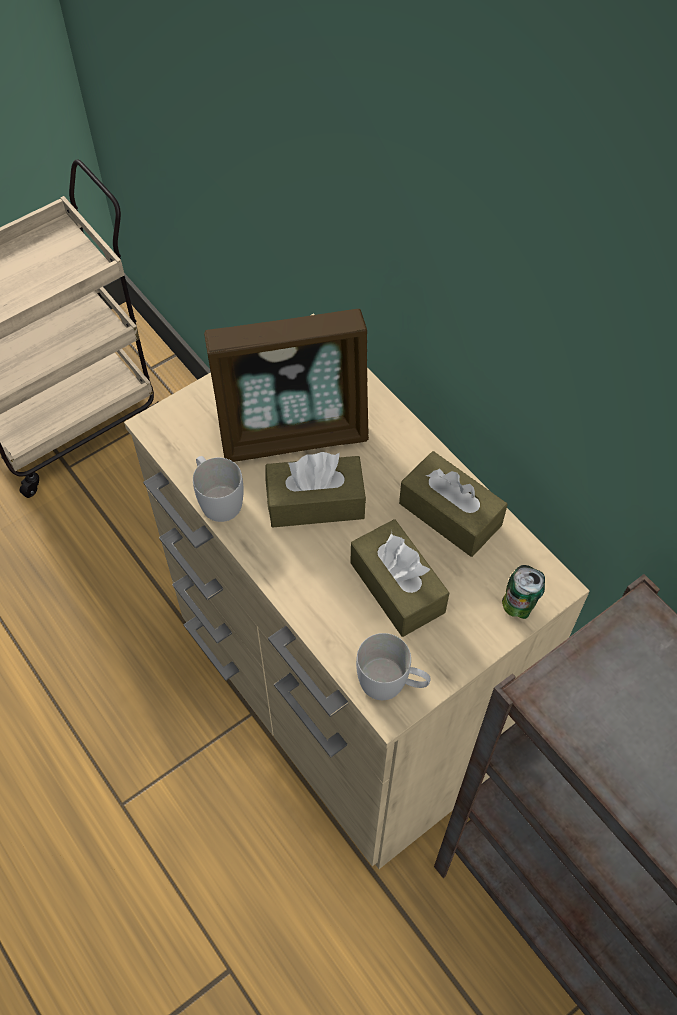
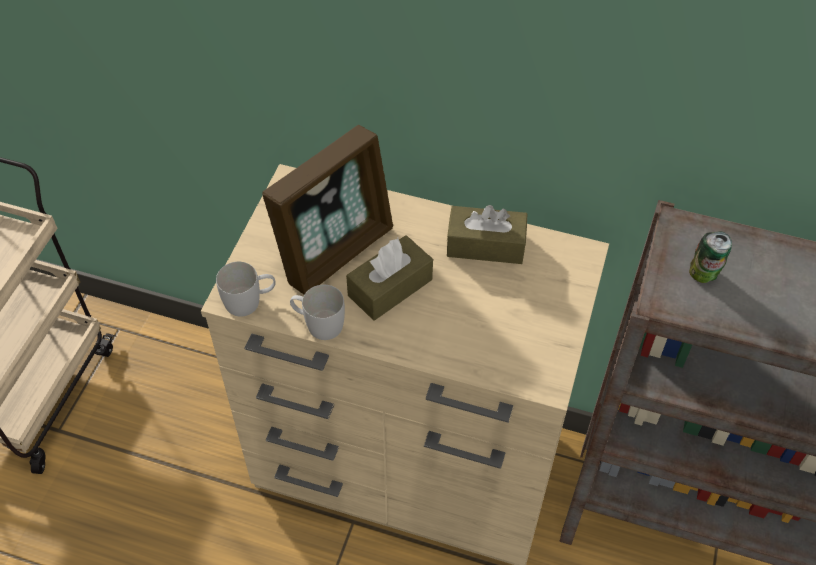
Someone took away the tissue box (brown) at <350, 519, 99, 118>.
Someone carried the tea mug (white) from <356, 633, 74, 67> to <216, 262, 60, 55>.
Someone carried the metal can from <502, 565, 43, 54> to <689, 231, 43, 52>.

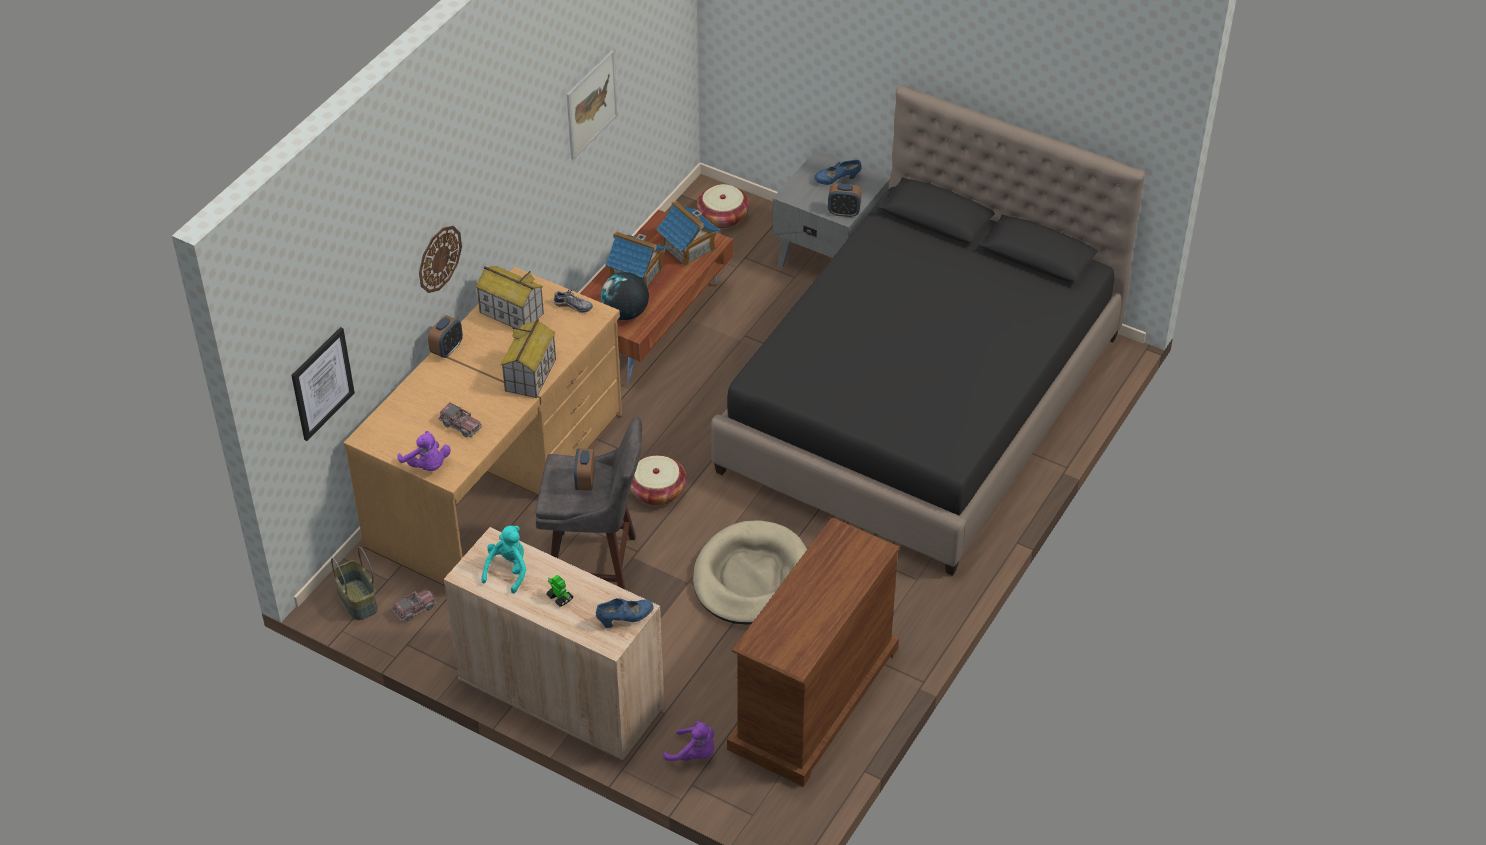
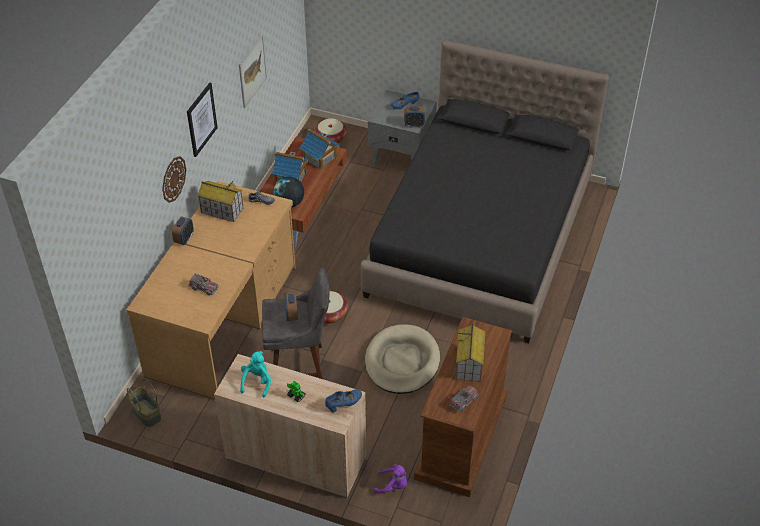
Someone took away the plush toy (purplish) at <398, 431, 53, 40>.
Someone carried the wall art from <291, 327, 64, 114> to <187, 83, 31, 74>.
Someone carried the toy lorry from <392, 590, 44, 32> to <449, 386, 29, 26>.
Someone carried the model house from <501, 319, 55, 79> to <455, 324, 30, 58>.

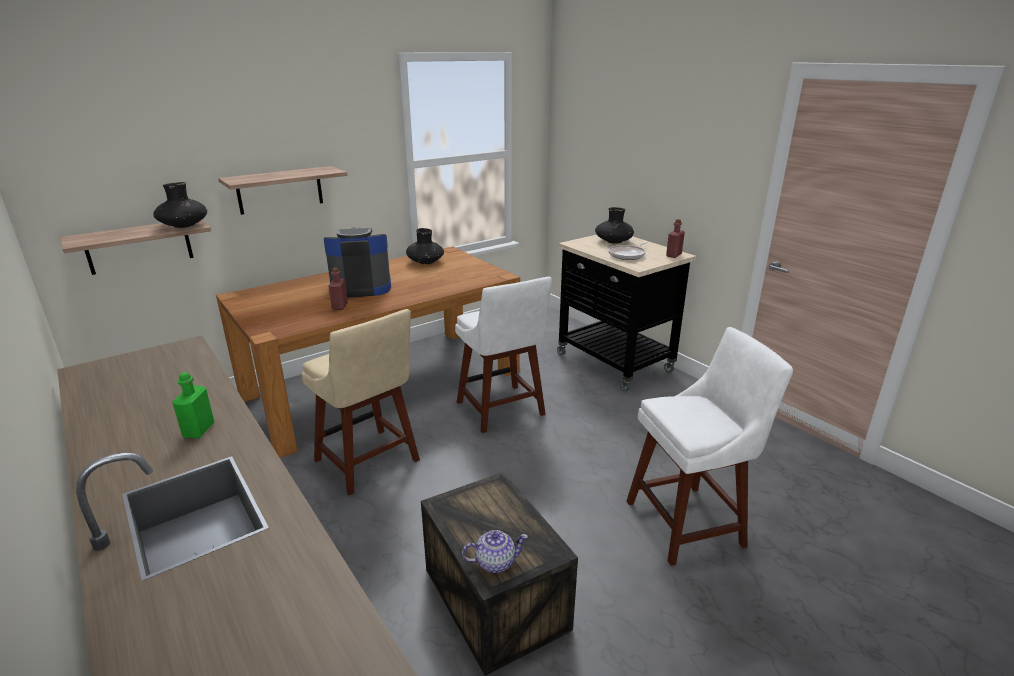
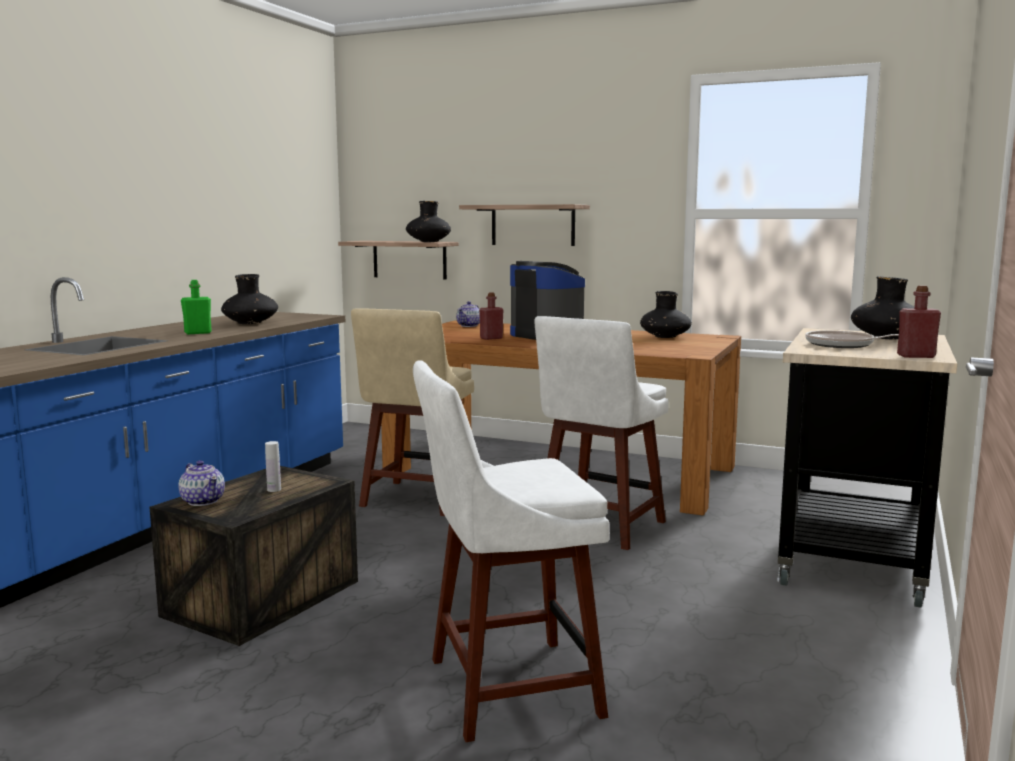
Someone put down the flower vase (black) at <221, 274, 57, 50>.
Someone put down the beverage bottle (white) at <265, 441, 16, 51>.
Someone put down the tea pot at <456, 301, 24, 26>.
Someone rotated the upright chair (white) at <626, 327, 167, 239> by 120 degrees clockwise.

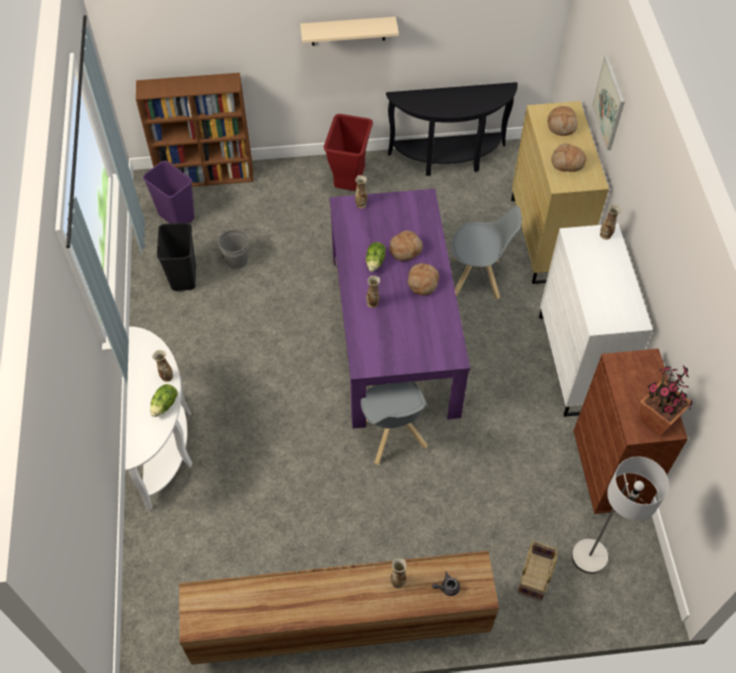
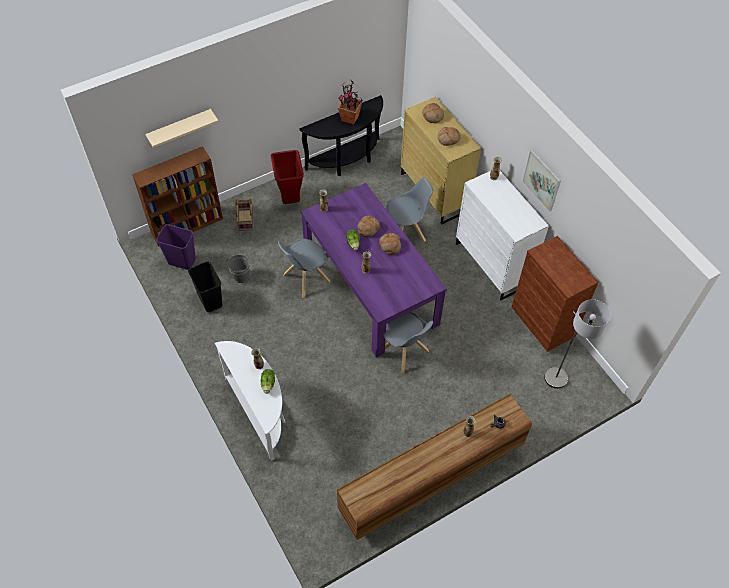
Someone put down the upright chair (grey) at <278, 239, 52, 59>.
Someone carried the shelf (beige) from <300, 17, 99, 29> to <146, 109, 73, 39>.
Someone carried the storage basket from <518, 541, 40, 60> to <235, 198, 18, 33>.
Someone carried the wall art from <592, 56, 33, 94> to <522, 150, 39, 62>.
Someone carried the plant in a pot from <640, 365, 53, 71> to <338, 80, 25, 45>.

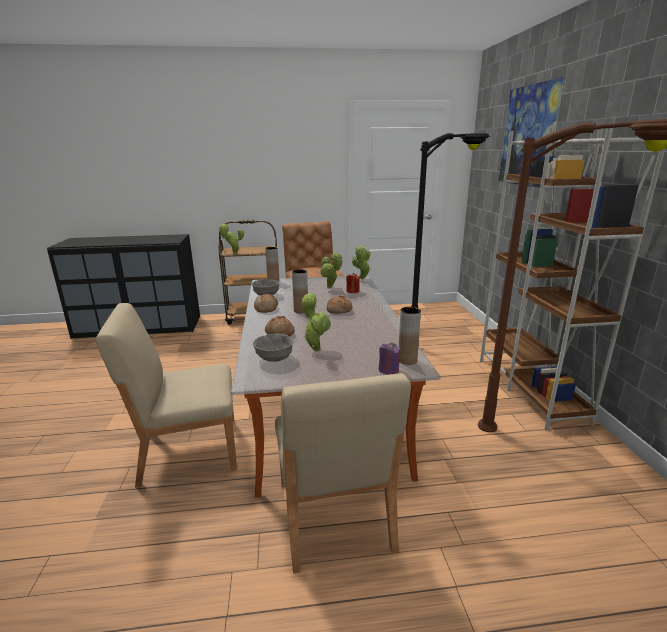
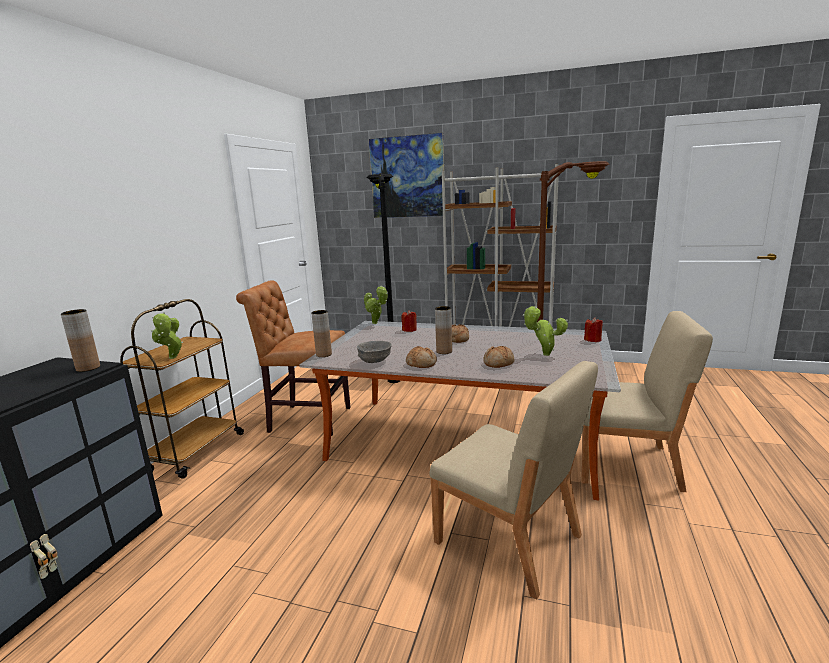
Someone took away the bowl (grey) at <253, 333, 40, 29>.
Someone took away the plant in a pot at <320, 252, 23, 37>.
Someone carried the flower vase (brown) from <399, 307, 22, 58> to <61, 309, 39, 63>.
Someone repainted the candle (purplish) at <379, 343, 22, 32>, which became the candle (red-coloured) at <584, 317, 19, 25>.
Someone rotated the upright chair (beige) at <96, 303, 141, 185> by 60 degrees counterclockwise.

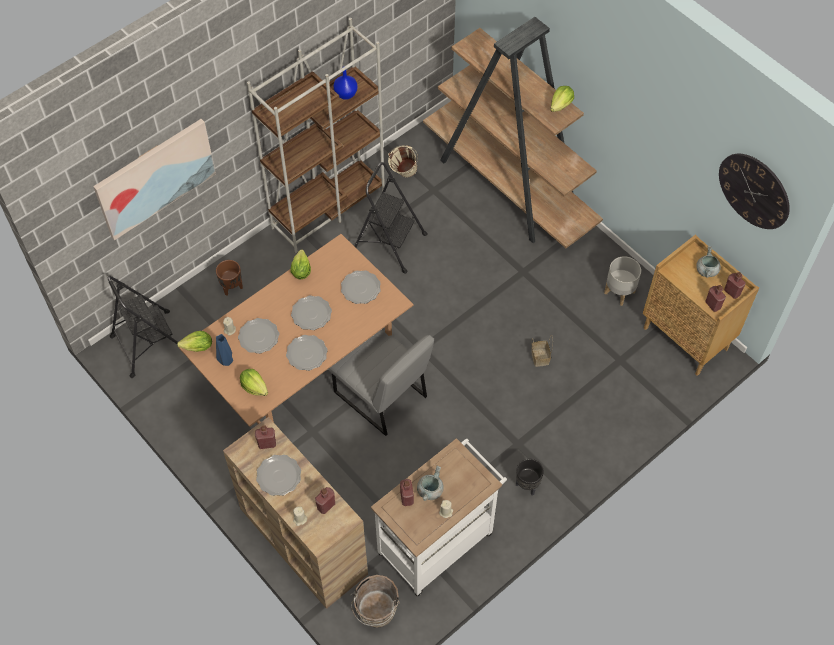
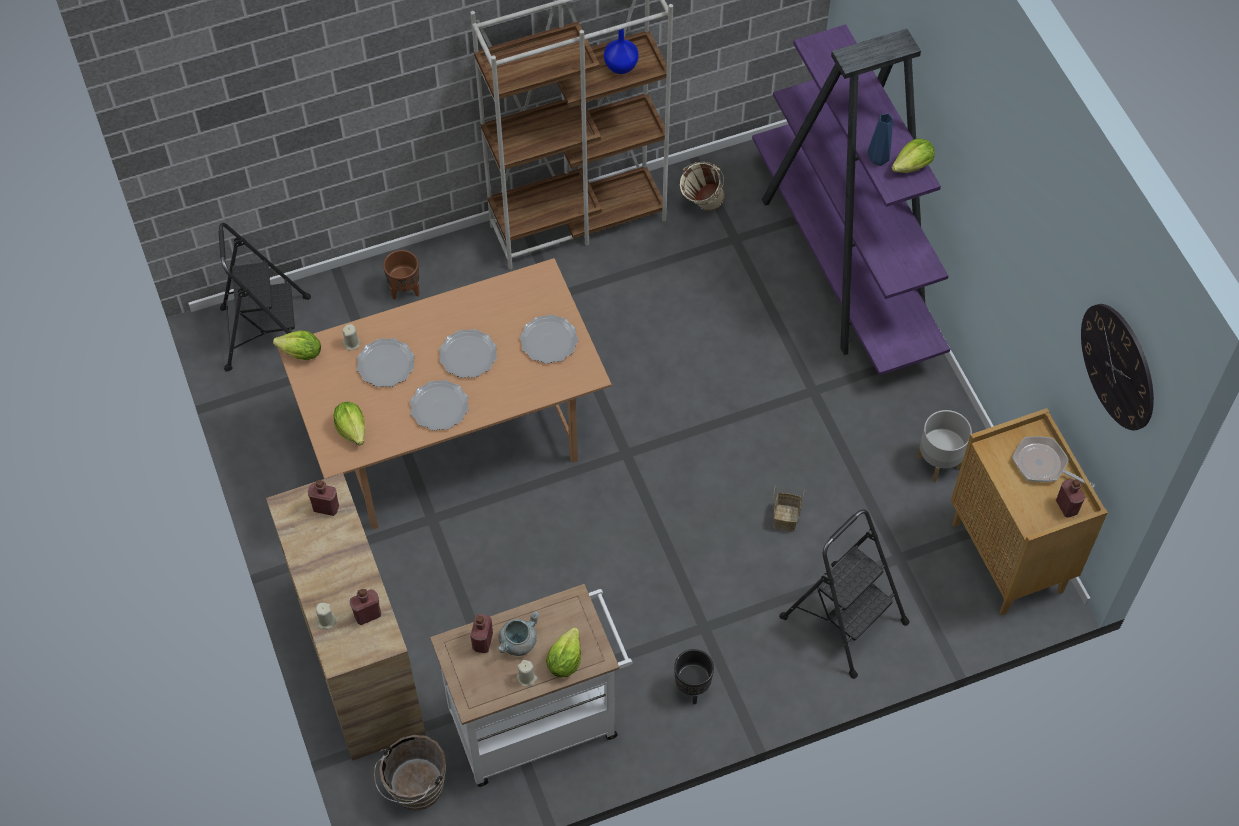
Someone took away the wall art at <93, 119, 123, 121>.
Someone took away the flat dish at <256, 455, 45, 41>.
Someone took away the upright chair (grey) at <329, 329, 105, 107>.
Someone took away the beverage bottle (red-coloured) at <705, 285, 21, 27>.
Someone carried the flower vase (blue-coloured) from <216, 334, 17, 32> to <867, 114, 26, 52>.
Someone carried the lettuce head from <290, 249, 21, 30> to <546, 627, 35, 50>.
Someone carried the stepladder (black) from <354, 162, 73, 112> to <779, 509, 131, 170>.
Someone swapped the stockpot (grey) at <696, 246, 25, 32> for the pan at <1012, 437, 83, 51>.
Someone repainted the bookcase (brown) at <423, 17, 180, 231>, which became the bookcase (purplish) at <752, 24, 198, 351>.

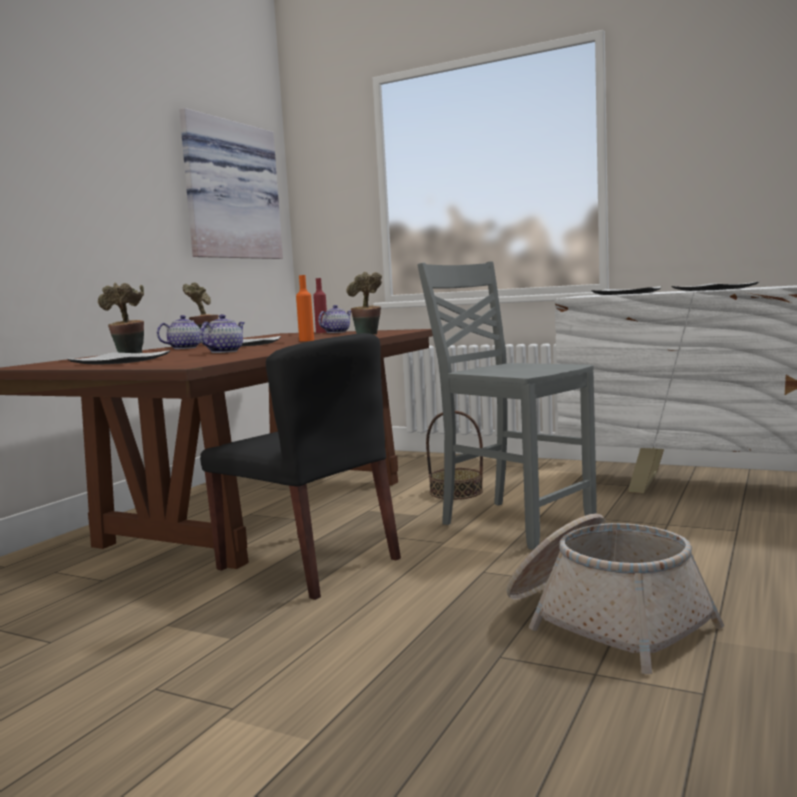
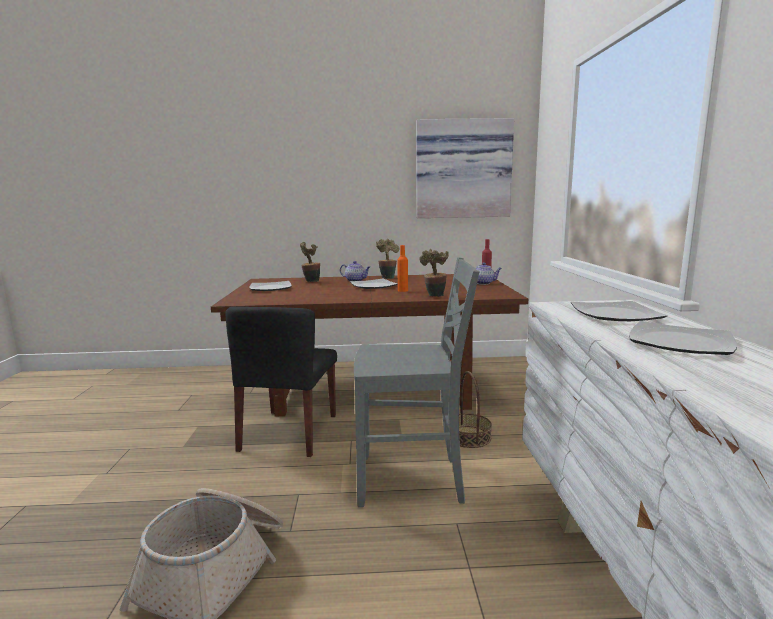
Someone took away the tea pot at <199, 314, 46, 39>.
Someone rotated the upright chair (grey) at <417, 262, 180, 288> by 75 degrees clockwise.

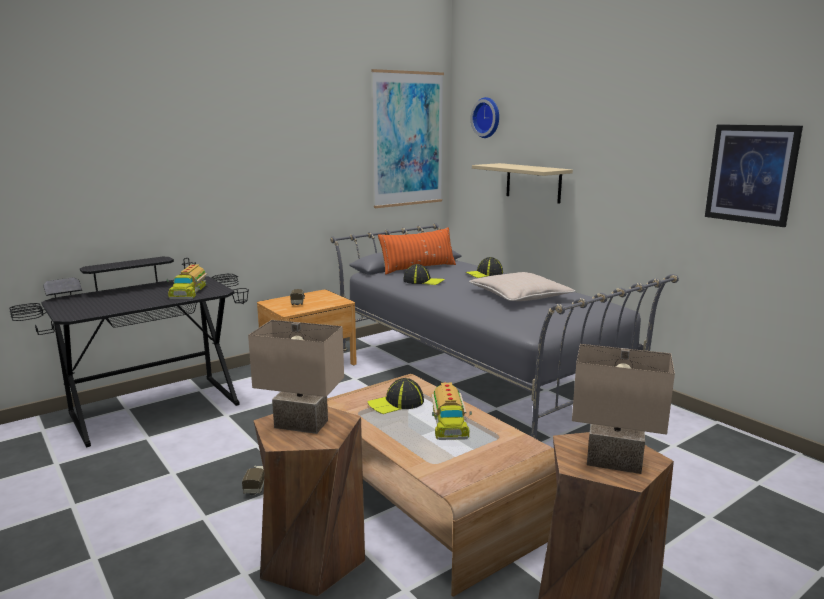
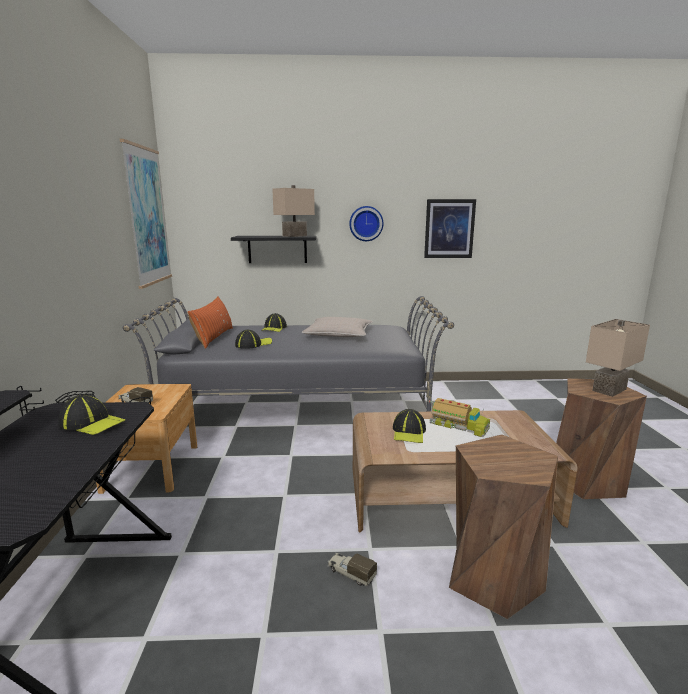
Someone carried the tabletop lamp (beige) from <248, 320, 96, 114> to <272, 185, 43, 52>.
Someone carried the clock on the wall from <471, 97, 28, 41> to <349, 206, 35, 35>.
Someone swapped the toy lorry at <167, 265, 40, 34> for the baseball cap at <58, 395, 67, 40>.
Someone repainted the shelf (beige) at <472, 163, 101, 41>, which became the shelf (black) at <231, 236, 86, 27>.

